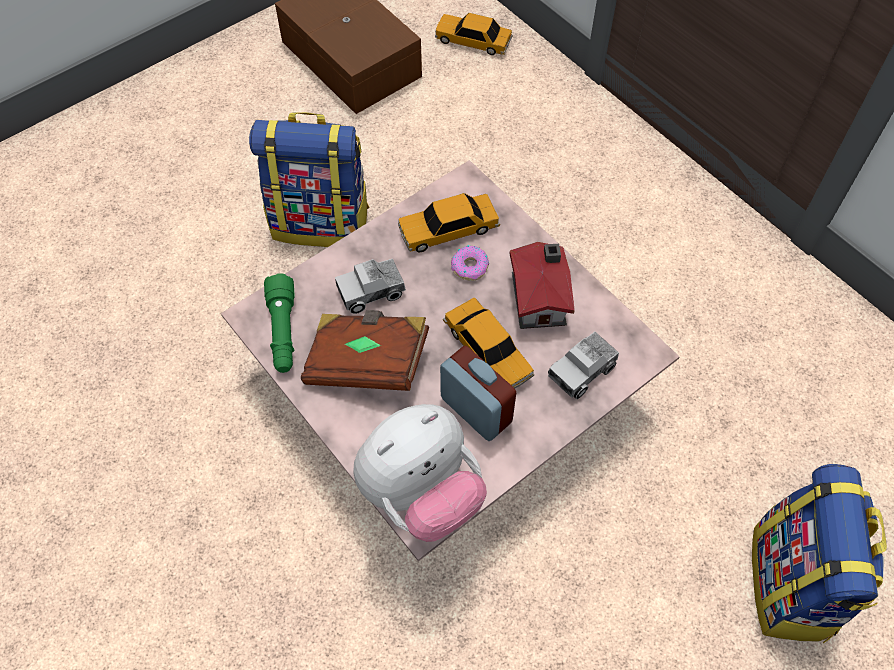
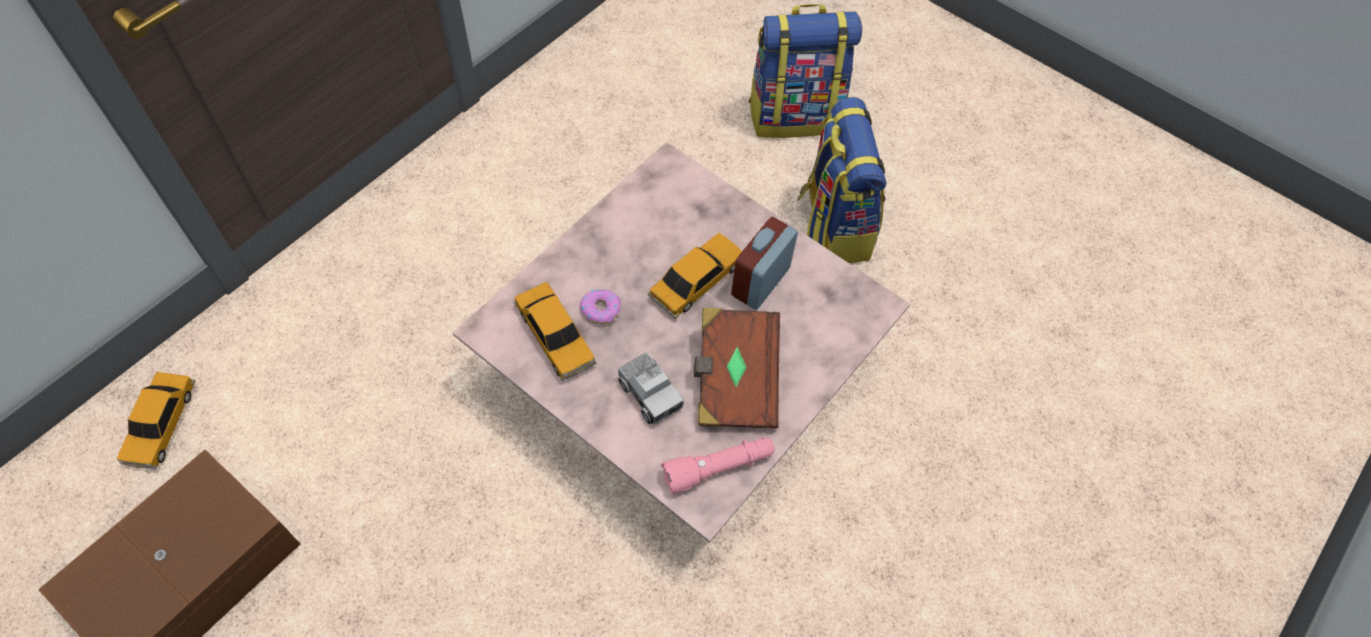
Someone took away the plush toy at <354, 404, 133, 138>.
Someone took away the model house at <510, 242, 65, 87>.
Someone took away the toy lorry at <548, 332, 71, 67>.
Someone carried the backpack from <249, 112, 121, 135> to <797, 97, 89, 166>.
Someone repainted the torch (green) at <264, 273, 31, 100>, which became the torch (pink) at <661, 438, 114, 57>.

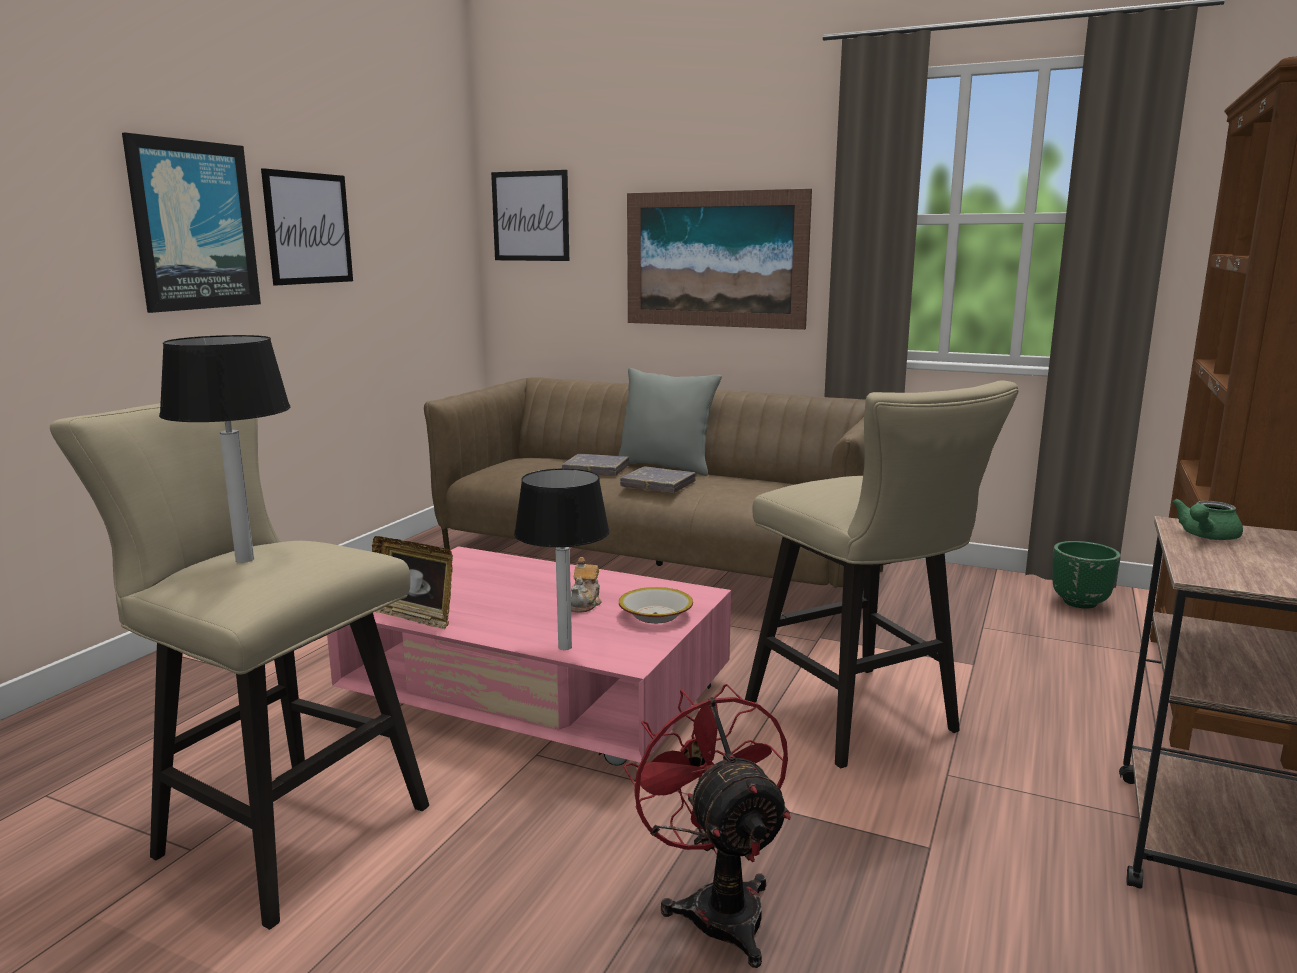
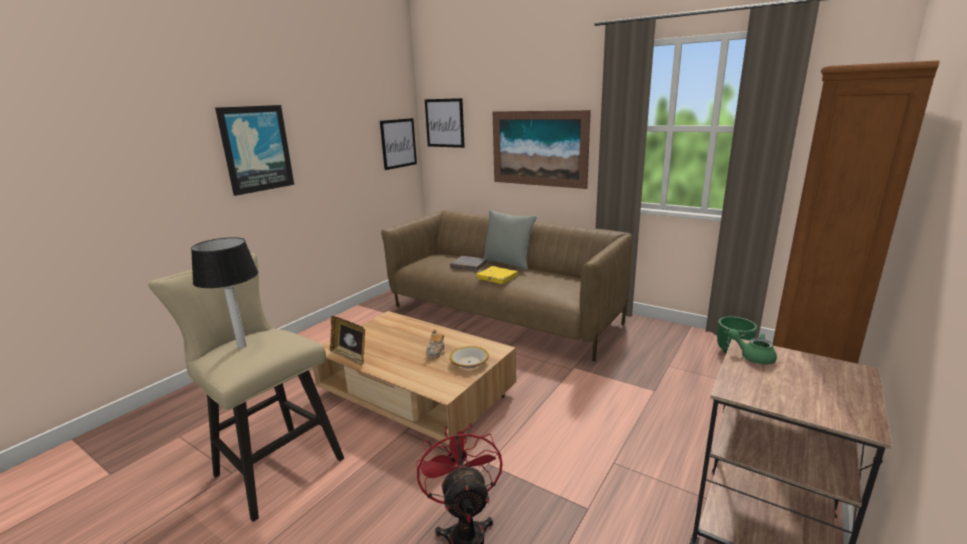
Someone took away the tabletop lamp at <514, 468, 96, 182>.
Someone took away the sitting stool (beige) at <745, 380, 273, 388>.
Someone carried the wall art from <261, 168, 92, 117> to <380, 118, 37, 52>.
Someone repainted the low table (pink) at <327, 546, 404, 220>, which became the low table (brown) at <313, 311, 203, 134>.
Someone repainted the volume (grey) at <620, 466, 76, 27>, which became the volume (yellowish) at <476, 266, 42, 18>.
Someone rotated the tea pot (green) at <1172, 499, 71, 41> by 75 degrees clockwise.

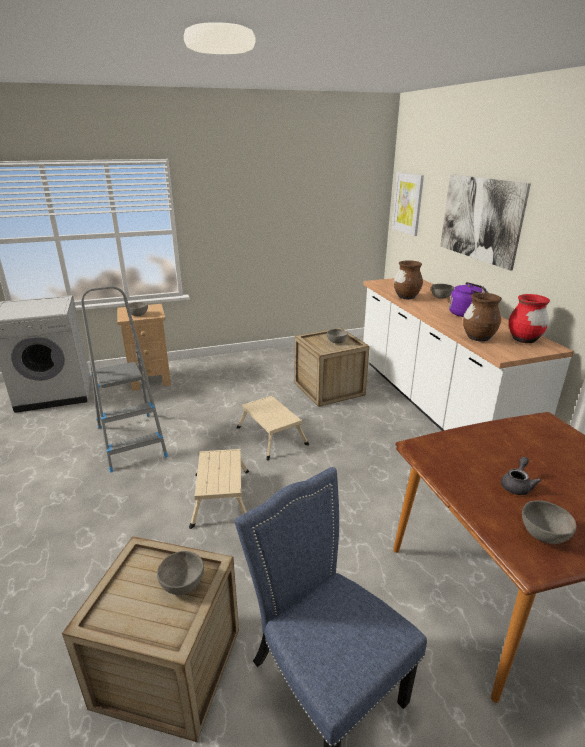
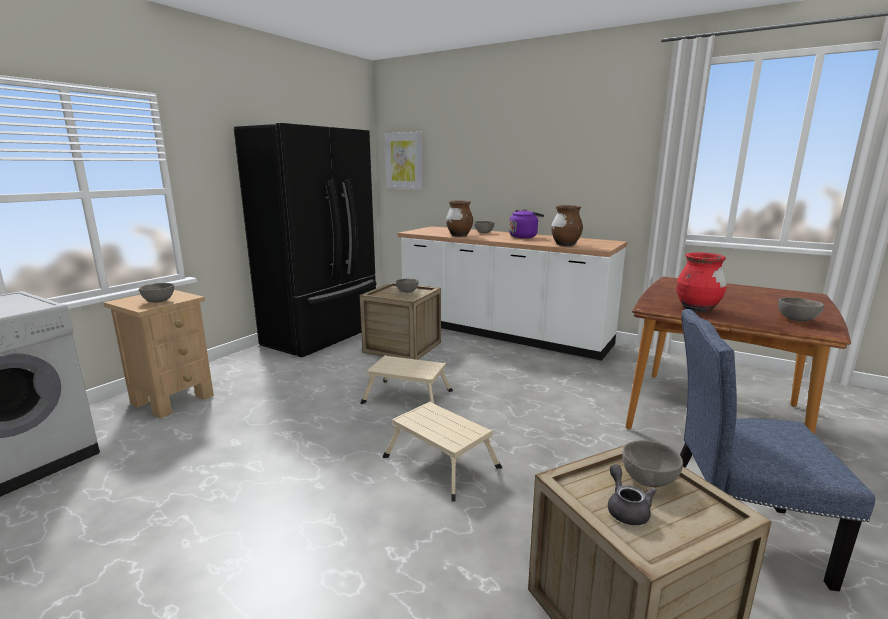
Someone took away the stepladder (grey) at <81, 286, 87, 187>.
Someone took away the wall art at <440, 174, 91, 97>.
Someone put down the fridge (black) at <234, 123, 143, 234>.
Someone carried the tea pot (grey) from <501, 457, 40, 38> to <608, 465, 49, 60>.
Someone carried the flower vase (red-coloured) from <509, 294, 41, 49> to <676, 252, 51, 60>.

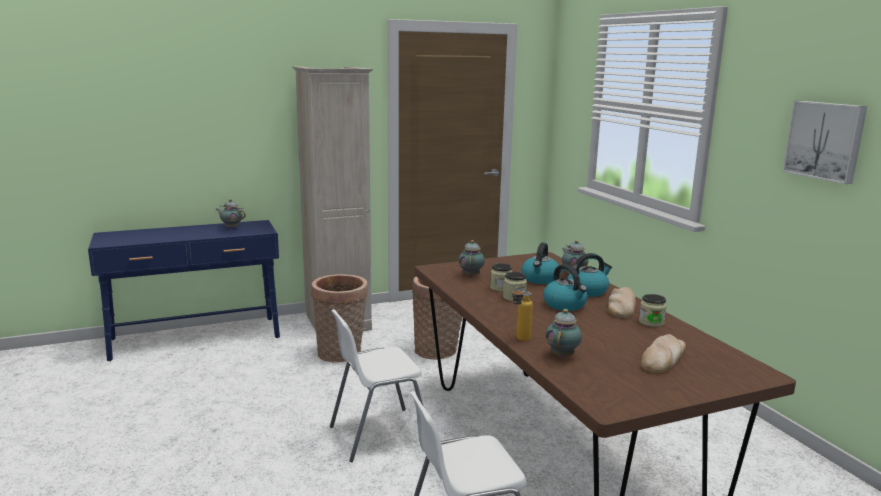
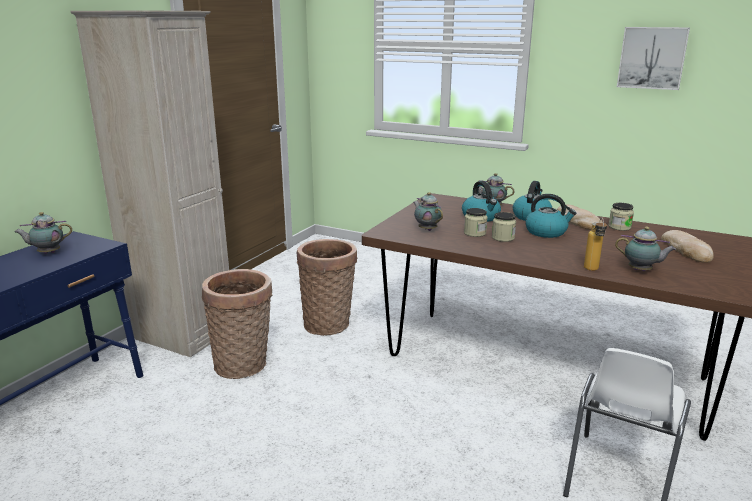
Someone took away the upright chair (white) at <330, 309, 93, 153>.
Someone rotated the tea pot at <546, 309, 36, 49> by 135 degrees clockwise.

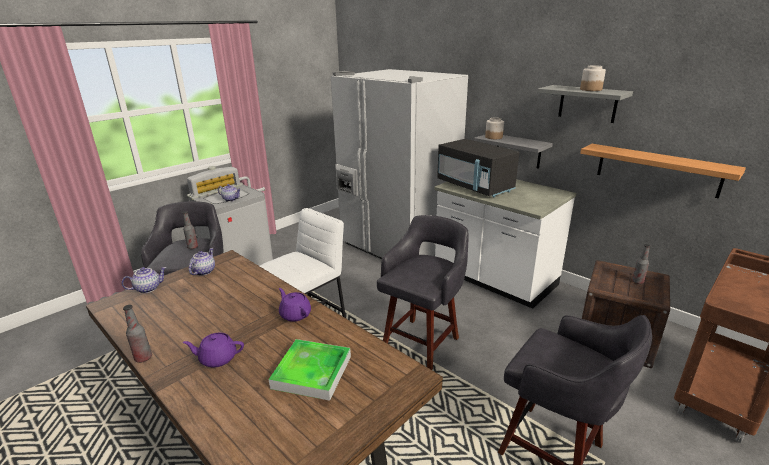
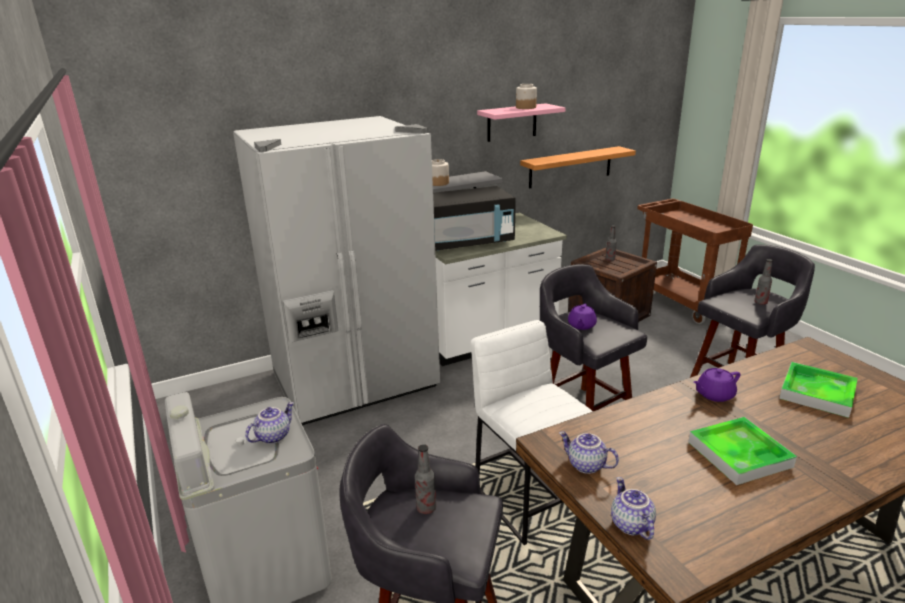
Someone put down the carrying tray at <688, 417, 109, 68>.
Someone carried the beverage bottle from <123, 305, 29, 58> to <755, 259, 18, 46>.
Someone carried the tea pot (purplish) from <183, 333, 61, 35> to <568, 304, 29, 26>.
Someone repainted the shelf (grey) at <537, 85, 96, 38>, which became the shelf (pink) at <477, 103, 88, 39>.

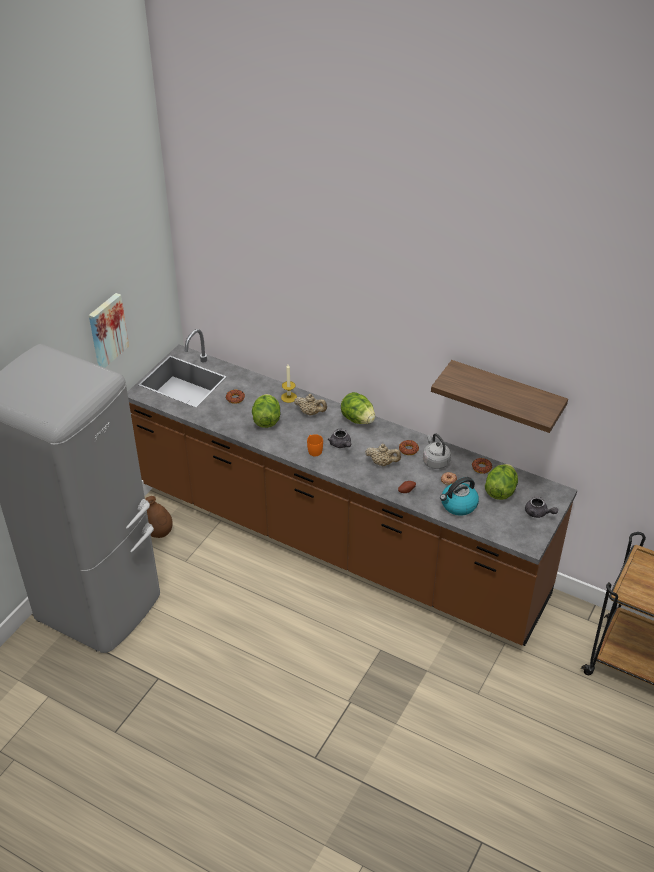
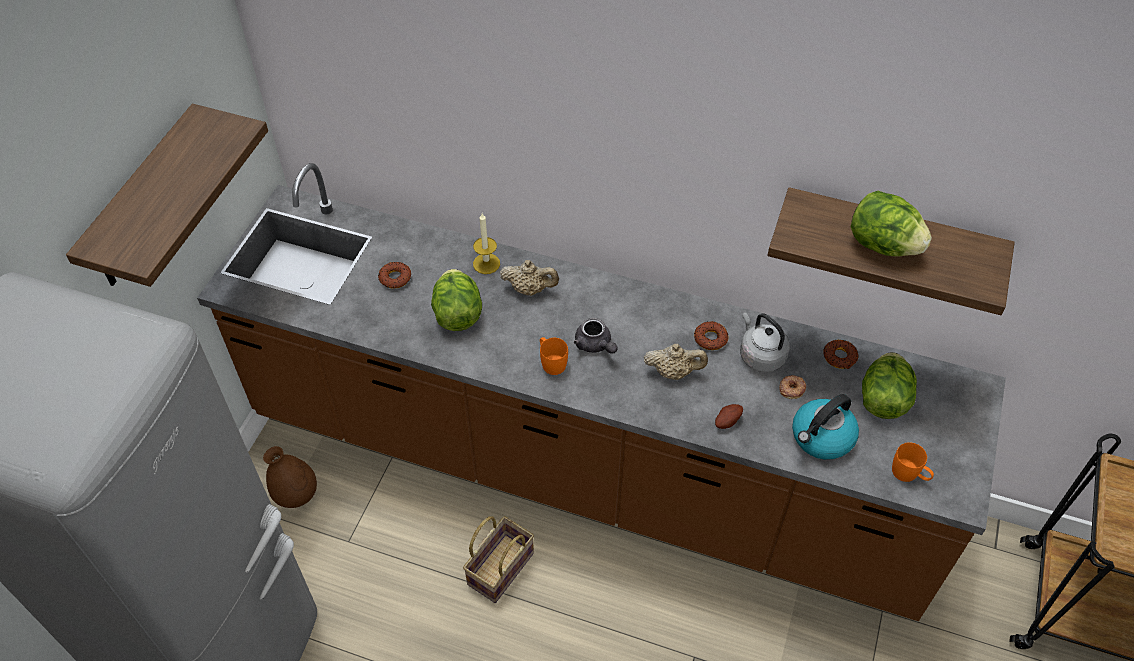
Someone took away the tea pot (grey) at <525, 497, 33, 21>.
Someone put down the storage basket at <463, 516, 71, 87>.
Someone put down the tea mug (orange-coloured) at <892, 442, 42, 40>.
Someone carried the lettuce head from <341, 392, 34, 32> to <851, 191, 81, 65>.
Someone swapped the wall art at <89, 293, 40, 75> for the shelf at <66, 104, 202, 183>.

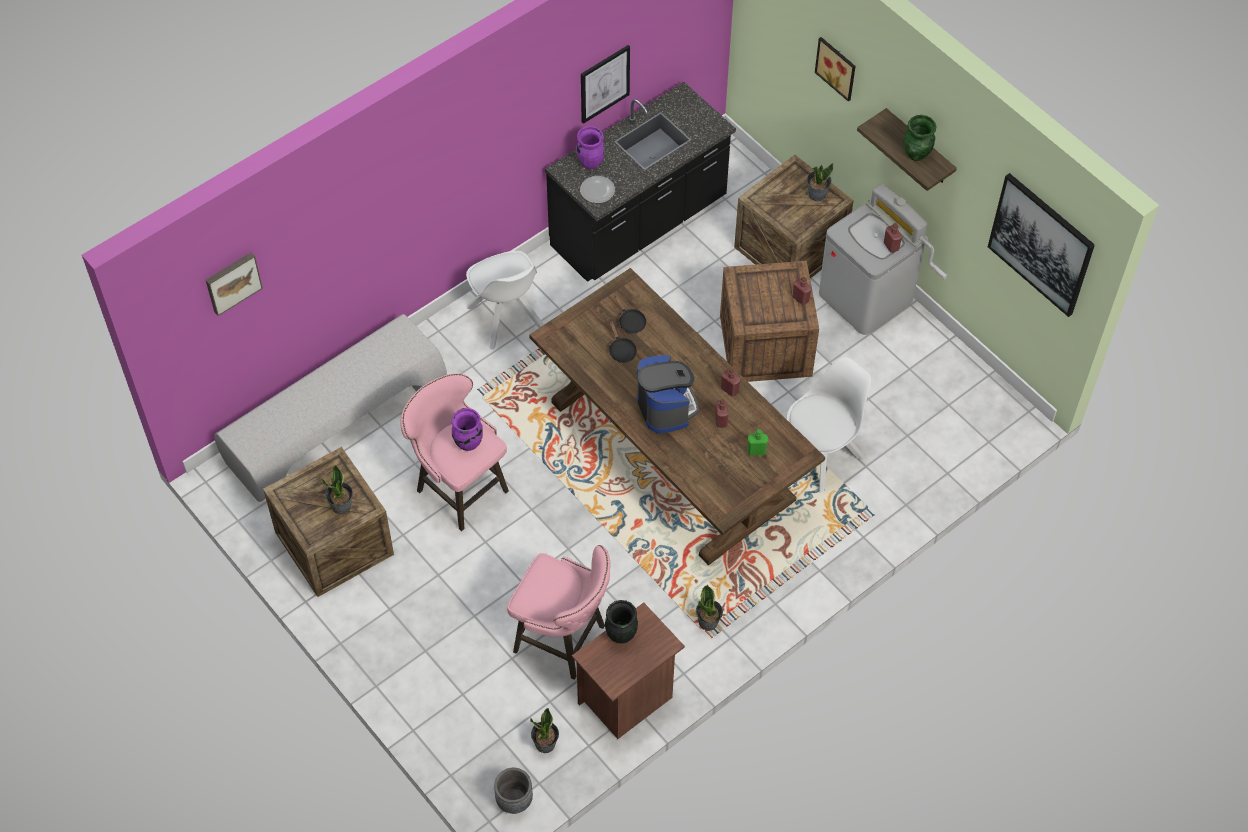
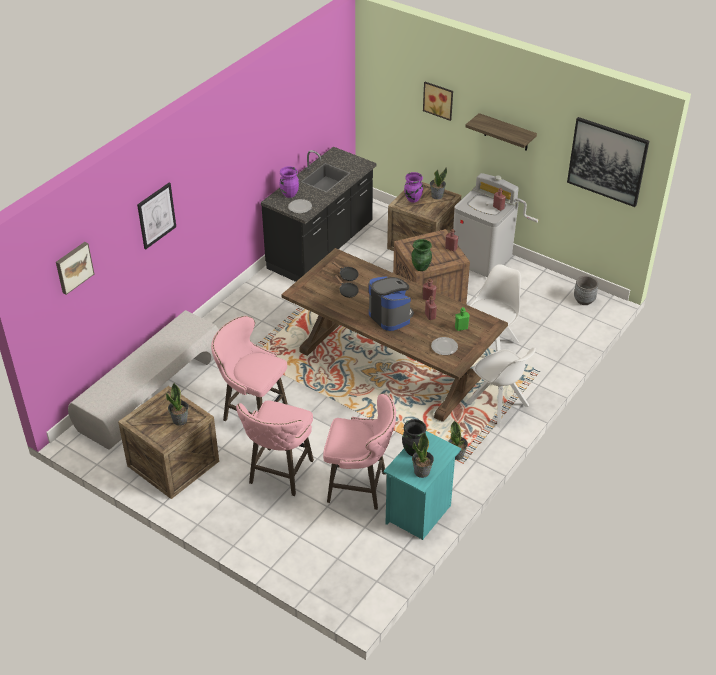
Someone put down the sitting stool (pink) at <236, 400, 78, 96>.
Someone put down the flat dish at <431, 337, 27, 18>.
Someone carried the flower vase (purplish) from <452, 408, 31, 43> to <404, 172, 19, 31>.
Someone carried the upright chair (white) from <466, 251, 78, 99> to <466, 347, 70, 80>.
Someone carried the plant pot (grey) from <494, 768, 39, 46> to <574, 276, 25, 29>.
Someone carried the plant in a pot from <530, 708, 29, 45> to <412, 432, 22, 46>.
Someone carried the wall art from <581, 45, 49, 79> to <137, 183, 39, 66>.
Someone carried the flower vase (green) from <904, 115, 33, 46> to <412, 239, 20, 32>.
Someone repainted the night table (brown) at <572, 603, 113, 136>, which became the night table (turquoise-coloured) at <384, 431, 77, 109>.

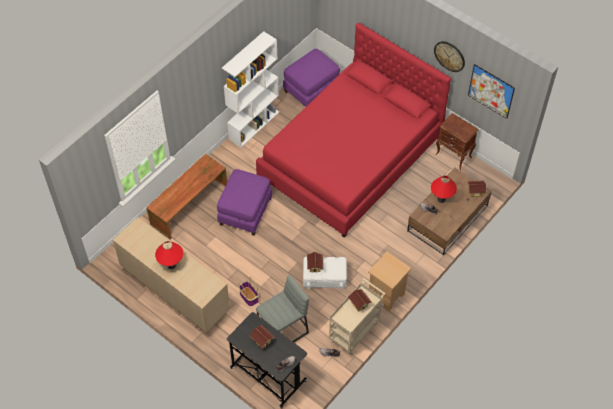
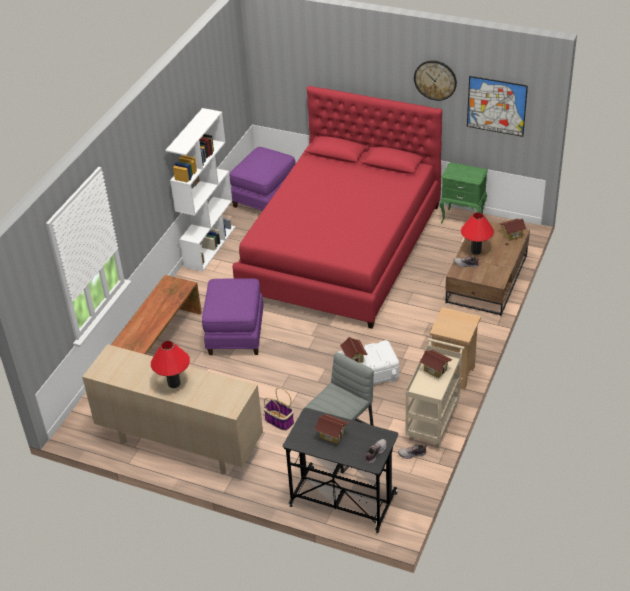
Someone repainted the night table (brown) at <436, 113, 42, 57>, which became the night table (green) at <440, 162, 48, 61>.

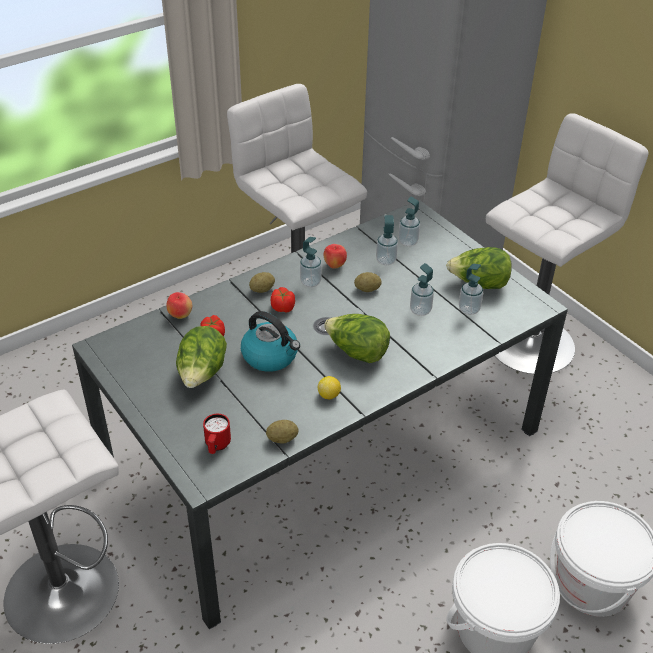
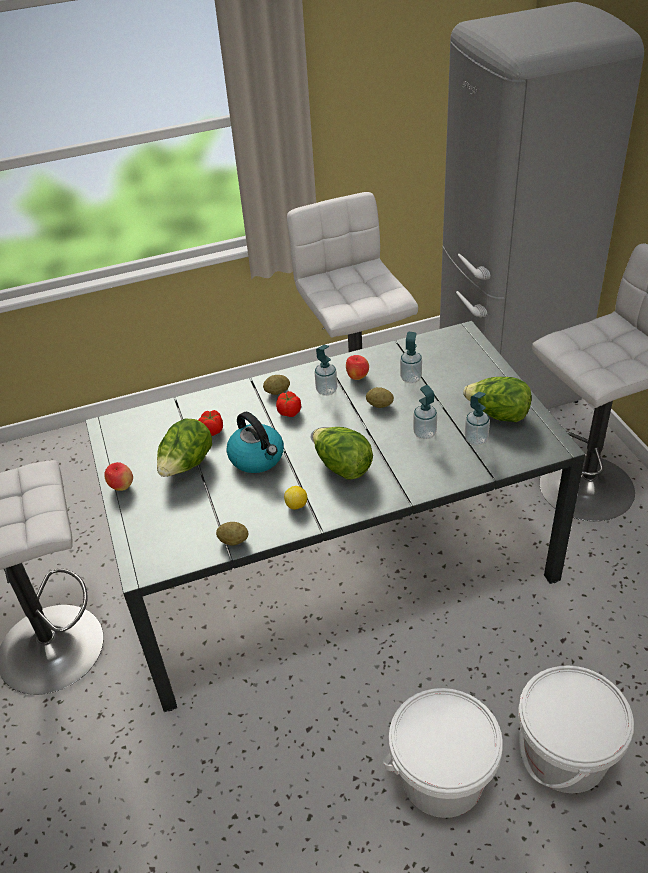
Someone took away the tea mug (red-coloured) at <203, 414, 28, 40>.
Someone took away the liquid soap bottle at <398, 197, 22, 50>.
Someone carried the apple fruit from <167, 292, 25, 27> to <104, 462, 29, 29>.

